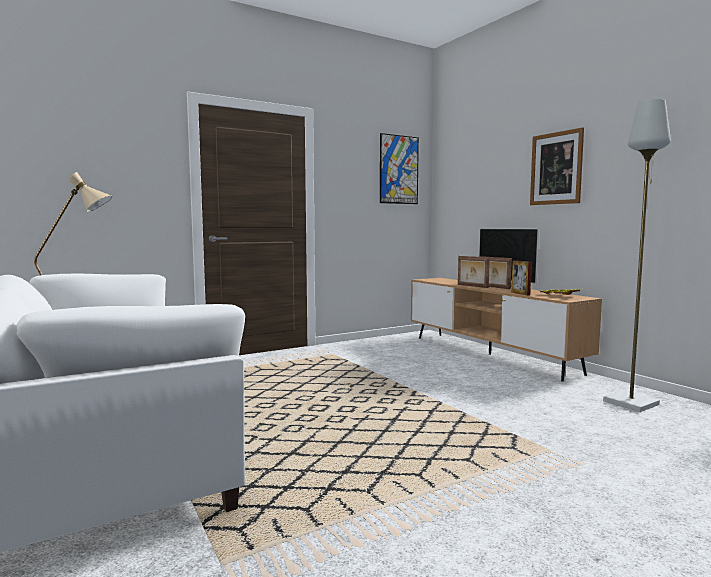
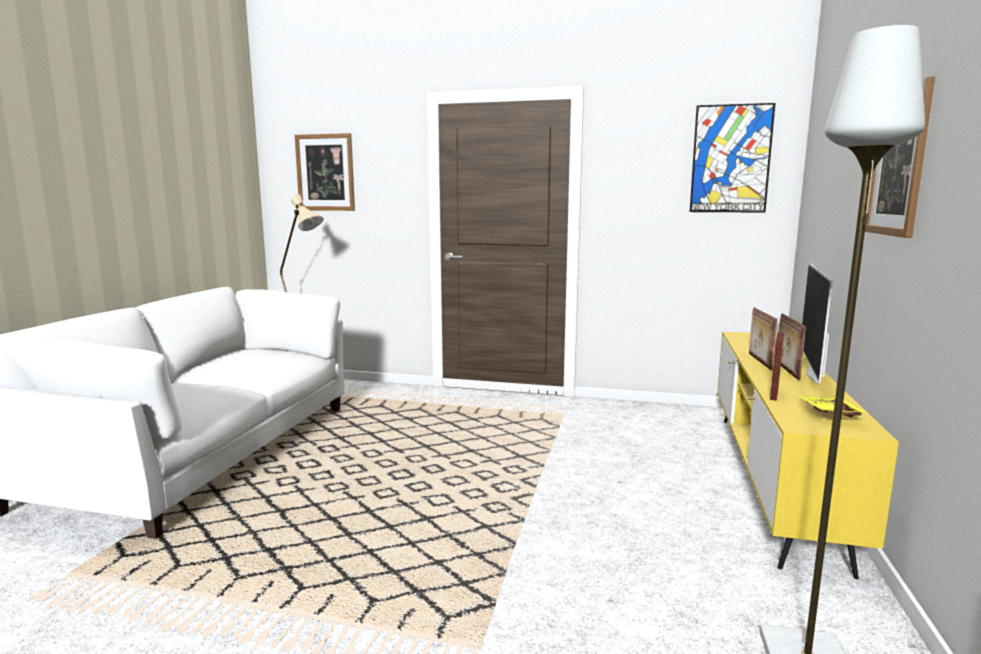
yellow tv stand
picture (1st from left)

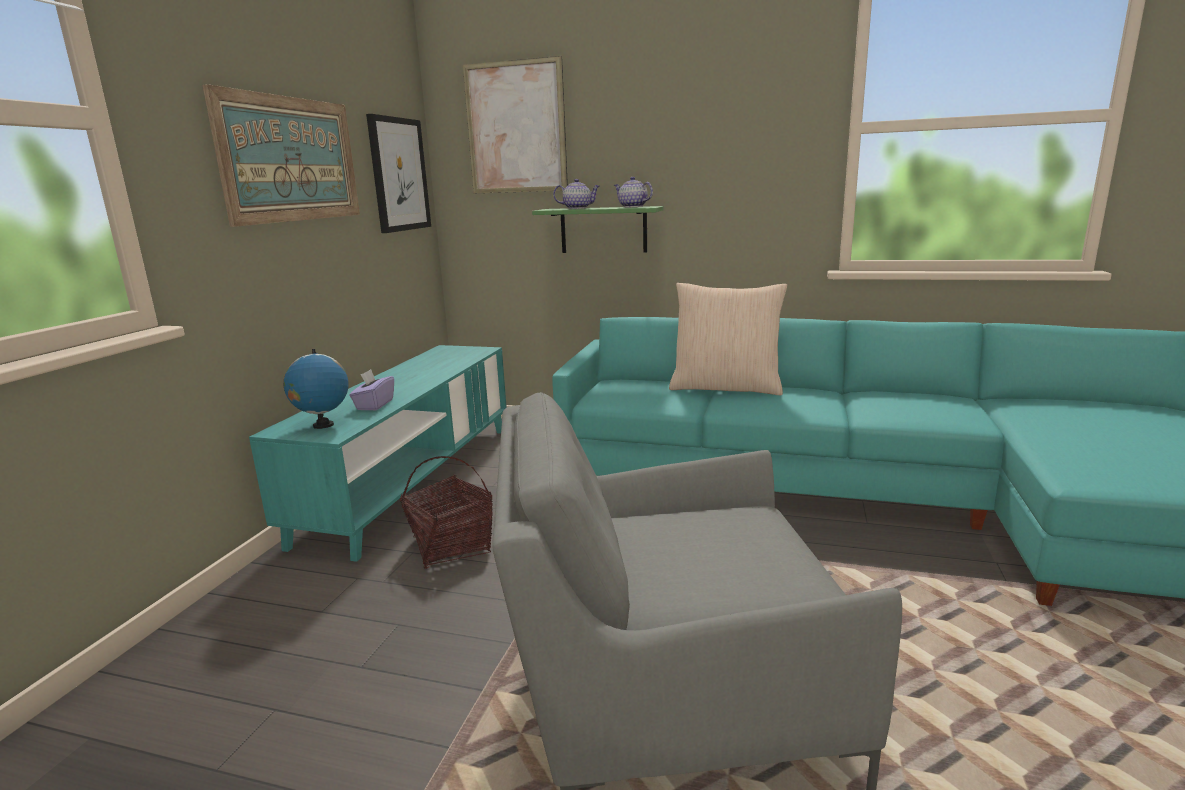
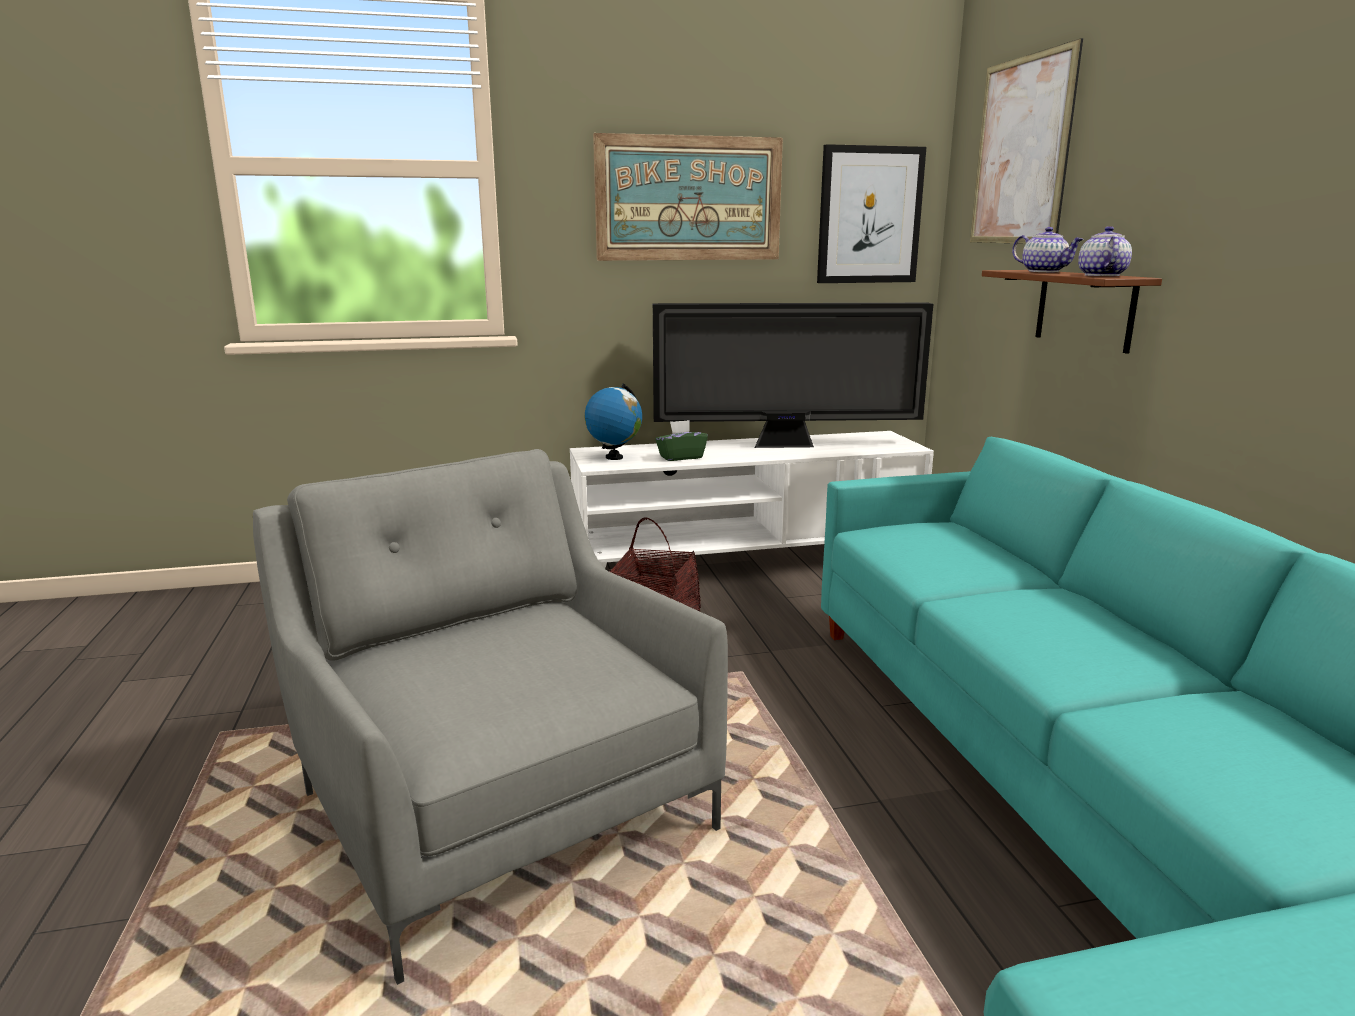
brown shelf
beige pillow
white tv stand
green tissue box
television

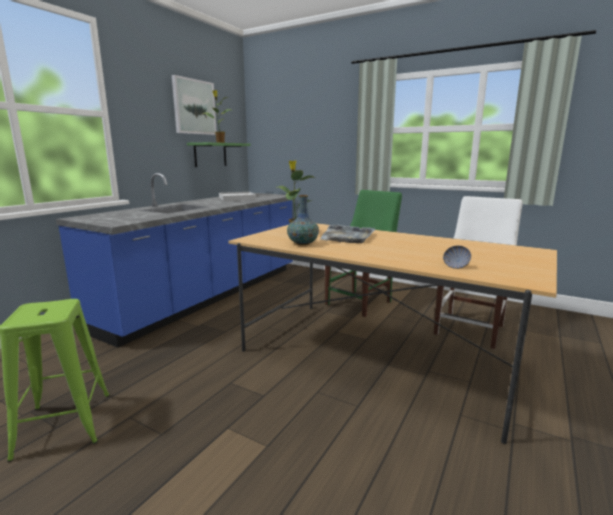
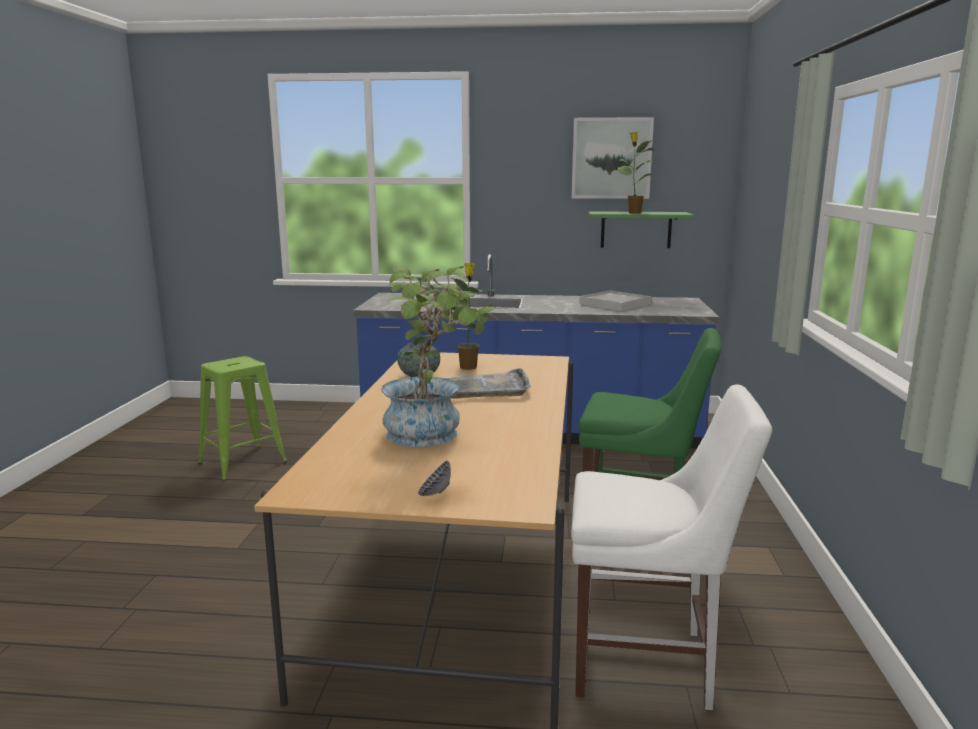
bowl
potted plant (1st from left)

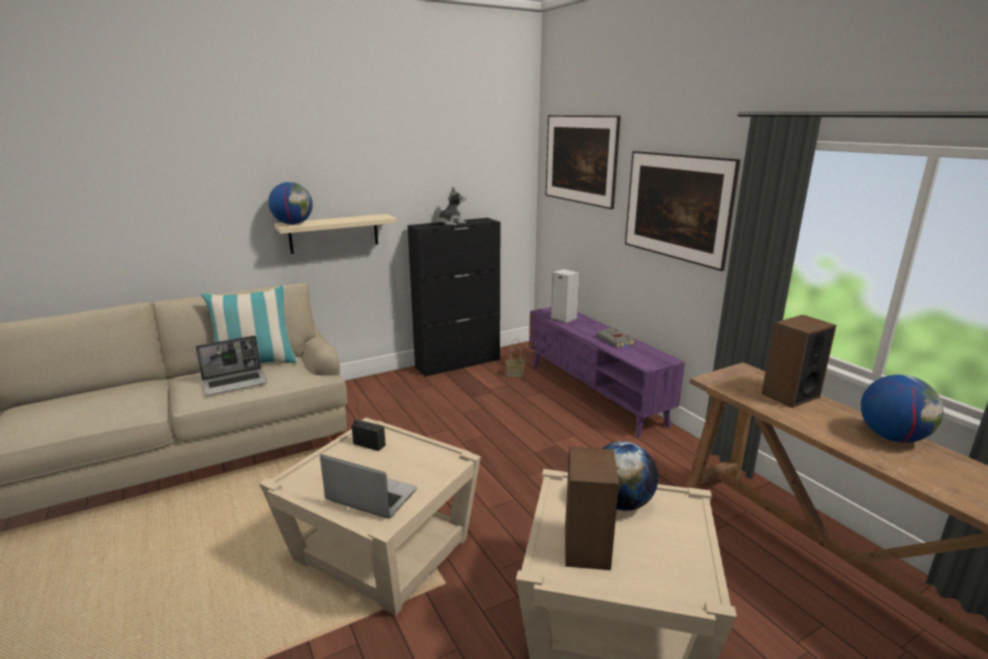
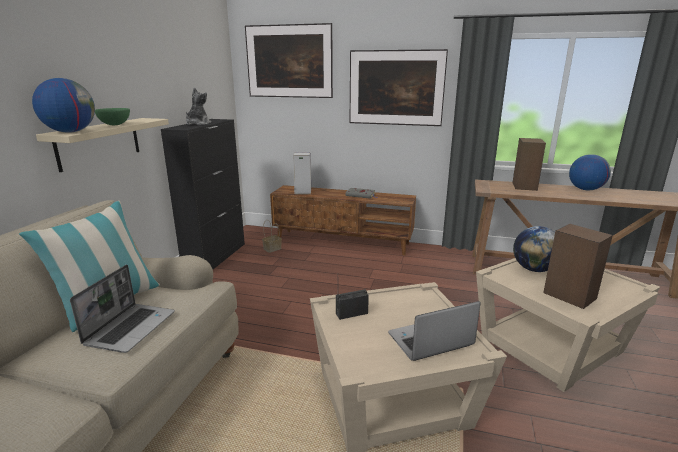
brown tv stand
green bowl

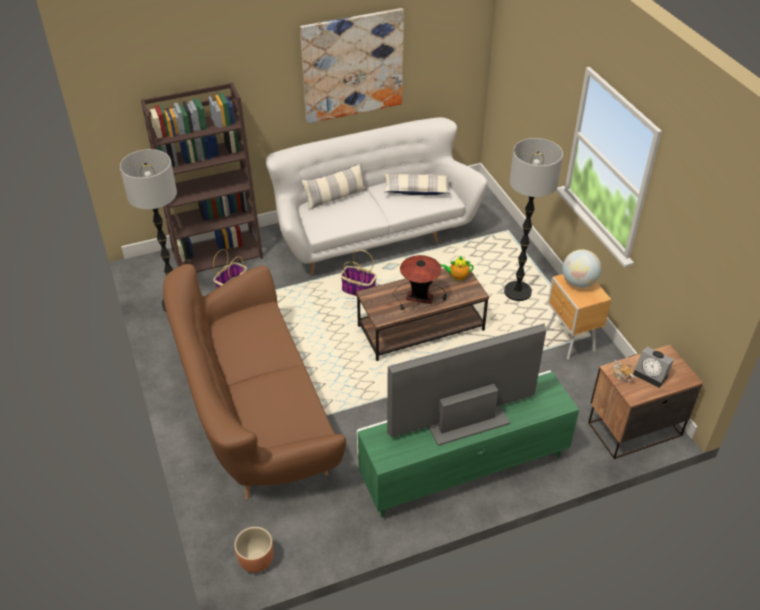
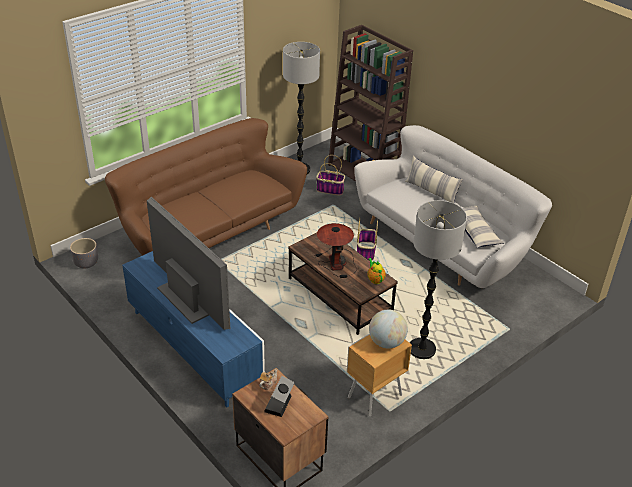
picture
blue tv stand
grey planter

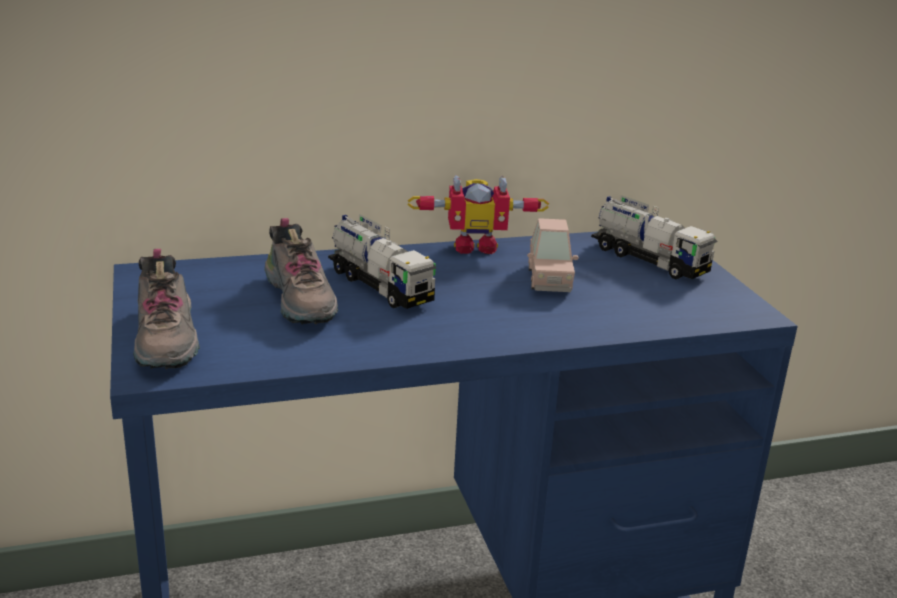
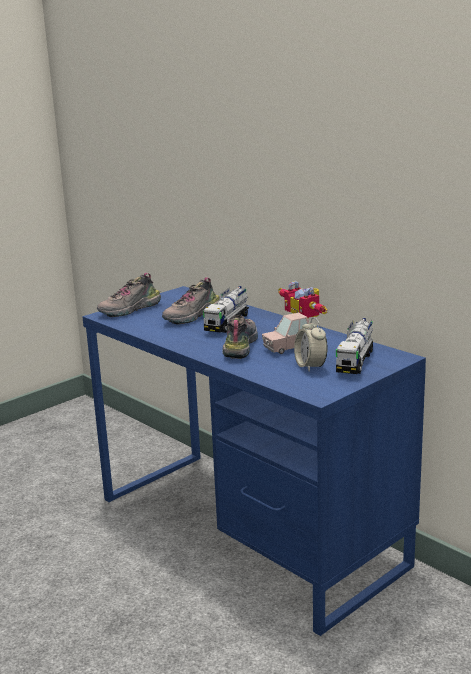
shoe (3rd from left)
alarm clock

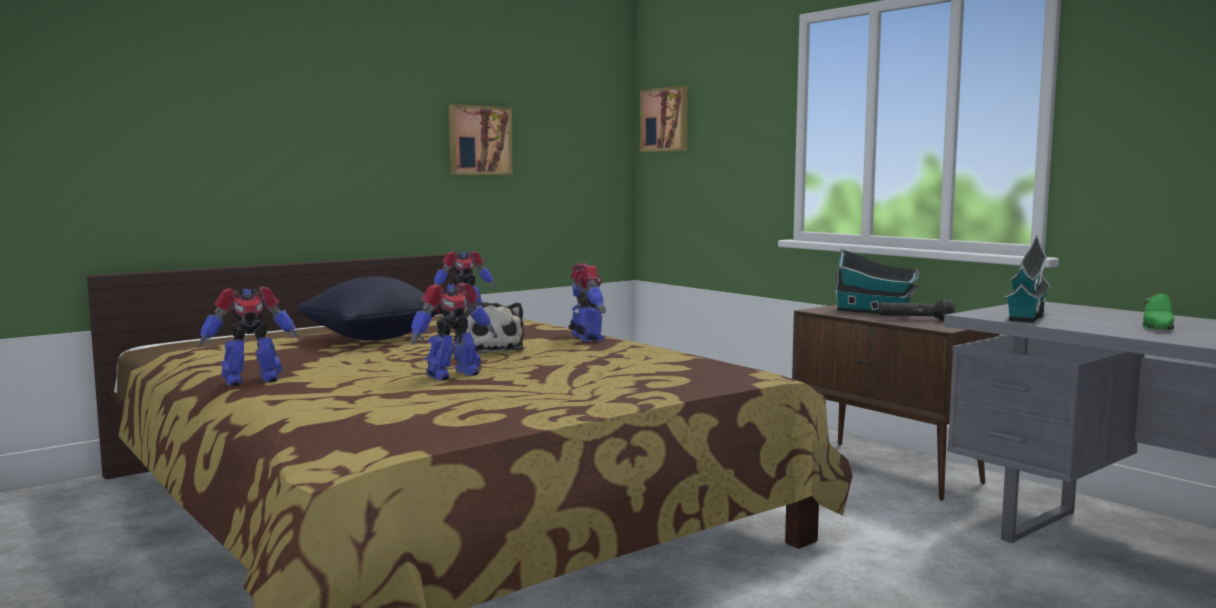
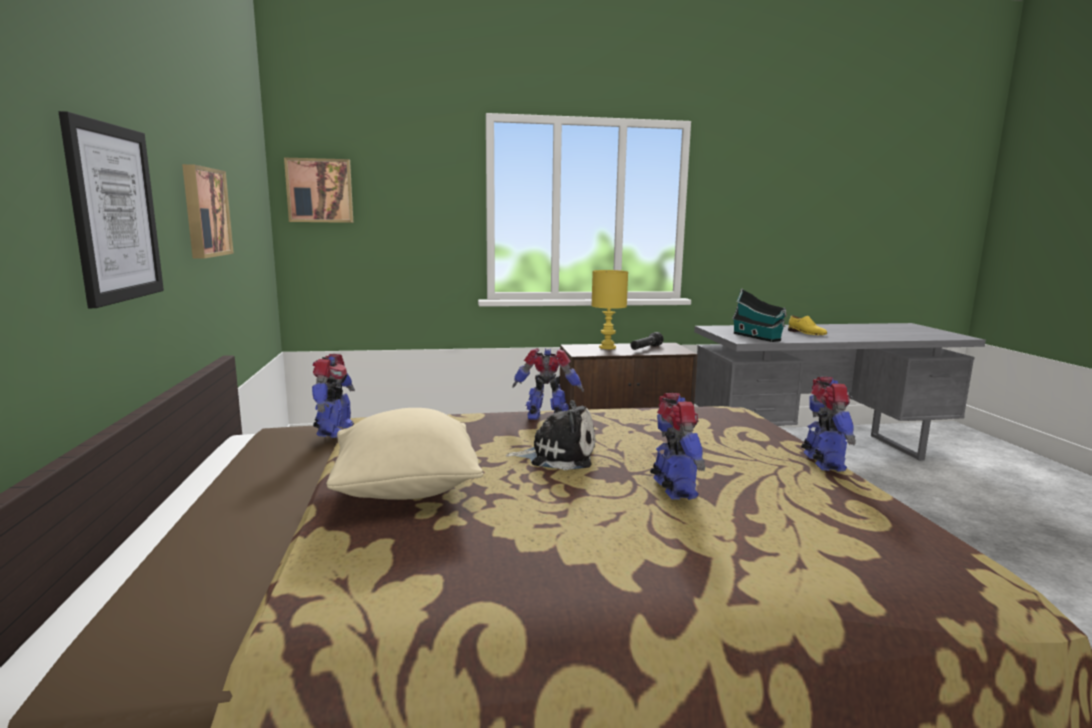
yellow table lamp
beige pillow
toy robot (4th from left)
yellow shoe
picture (1st from left)

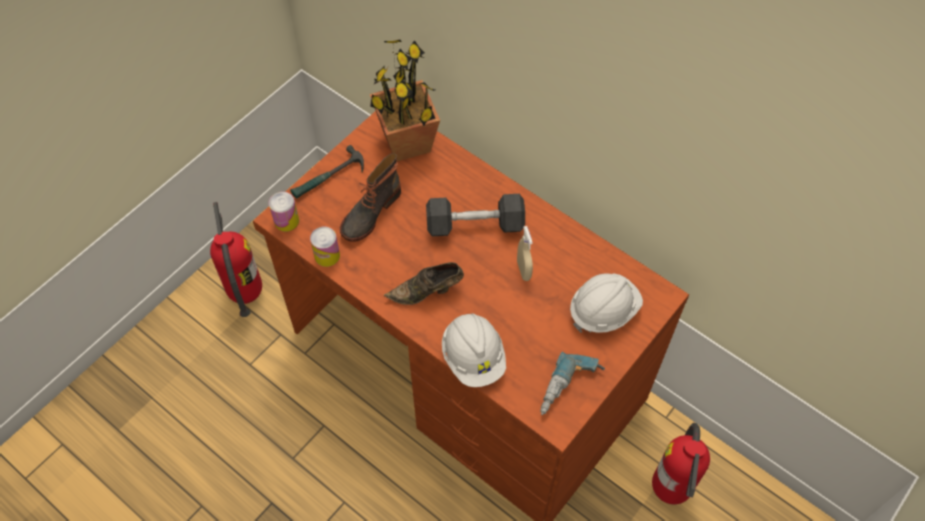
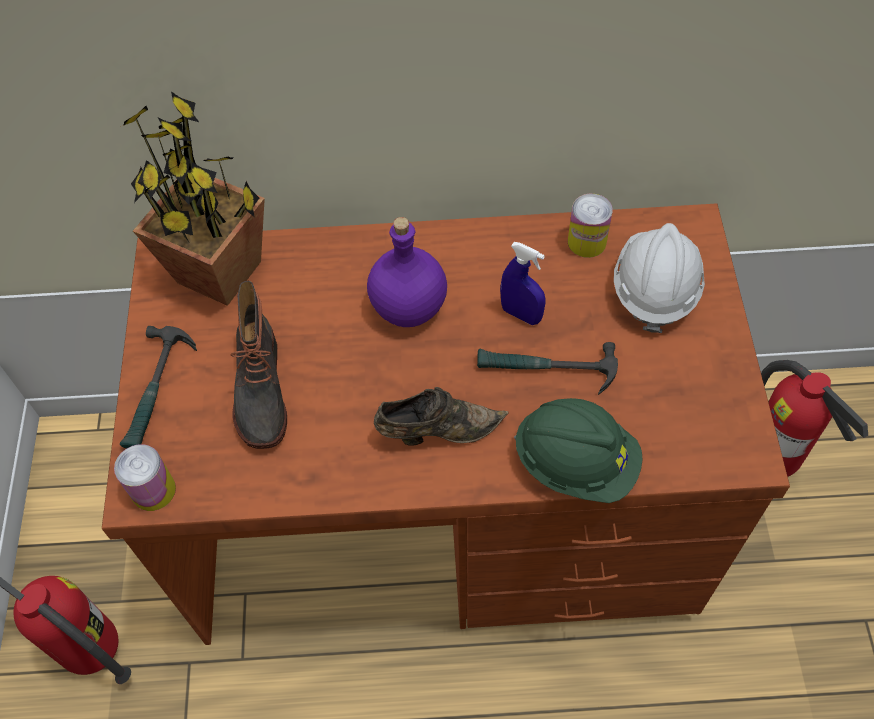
purple bottle
can (2nd from left)
blue spray bottle
brown shoe
green hard hat
power drill
hammer (2nd from left)

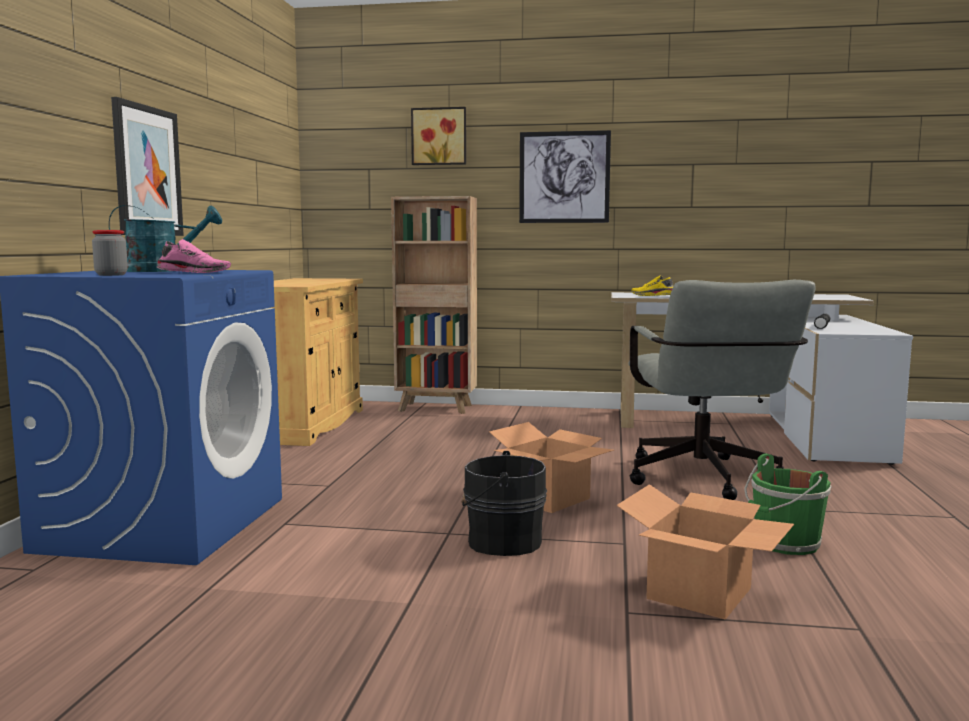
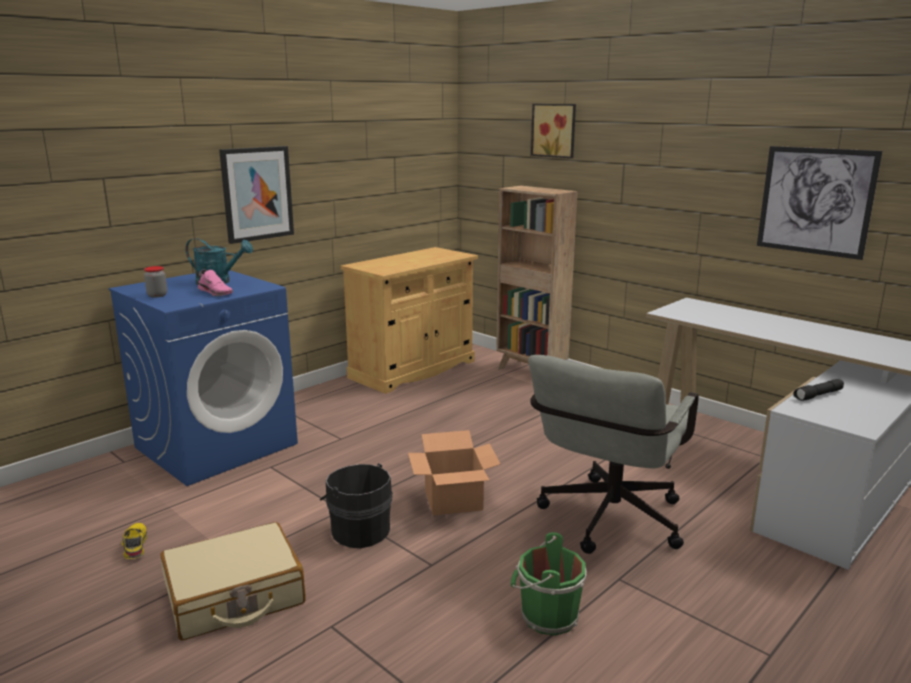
picture (3rd from left)
yellow shoe
cardboard box (2nd from left in the first image)
beige suitcase

